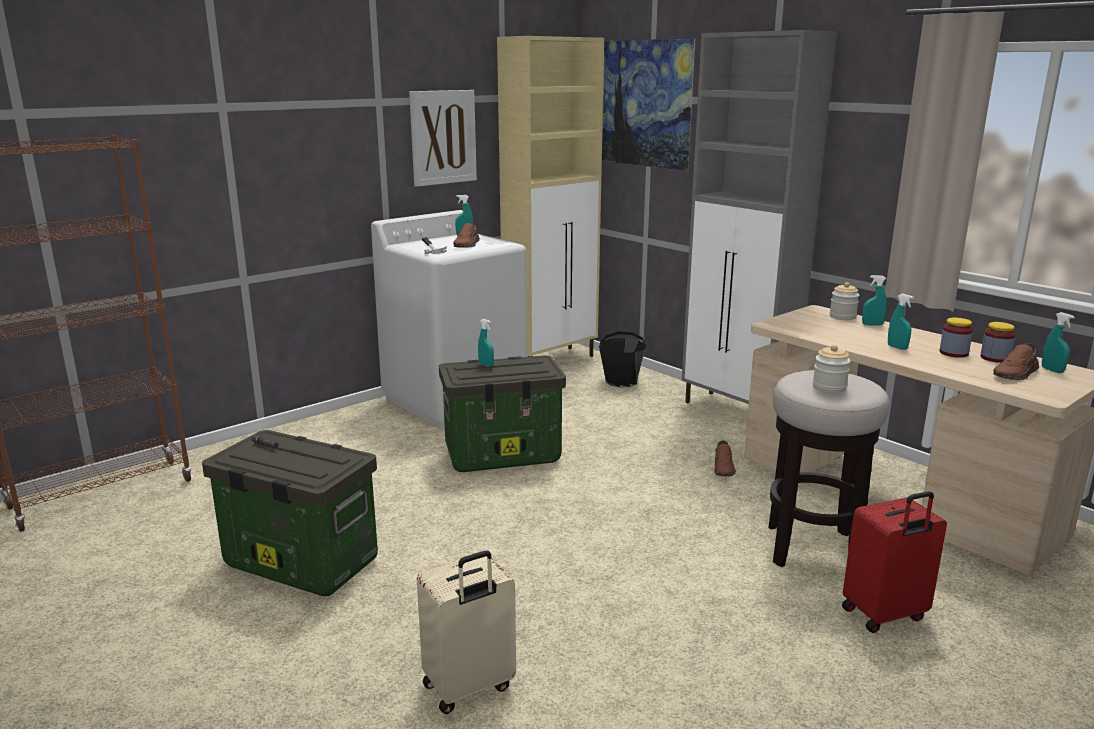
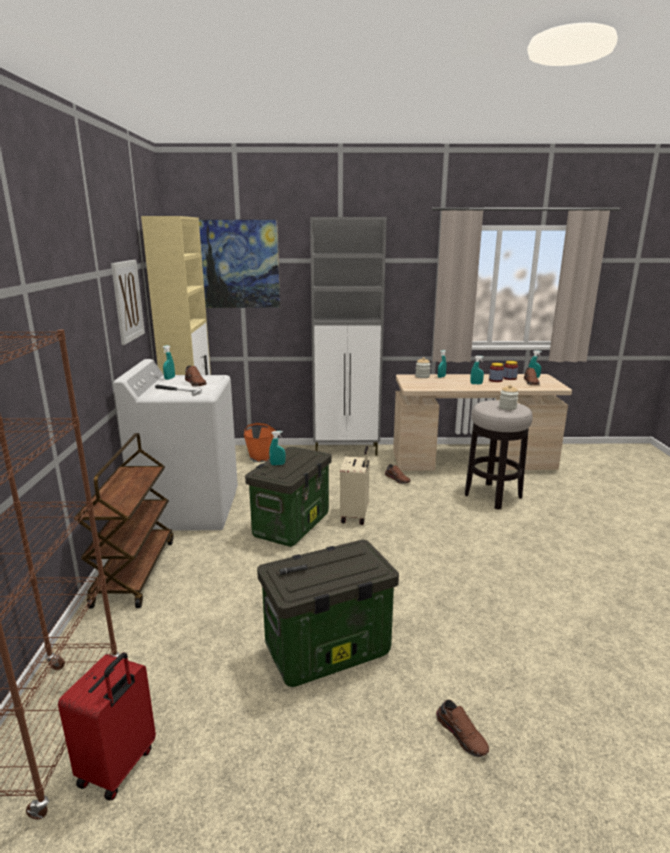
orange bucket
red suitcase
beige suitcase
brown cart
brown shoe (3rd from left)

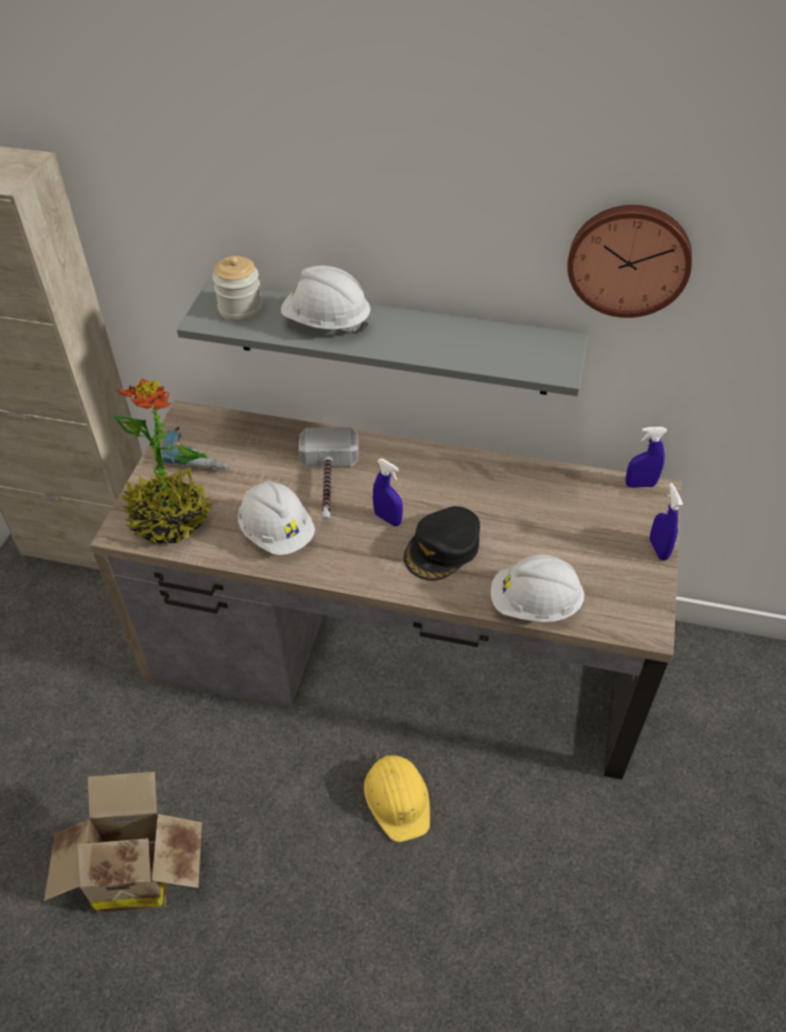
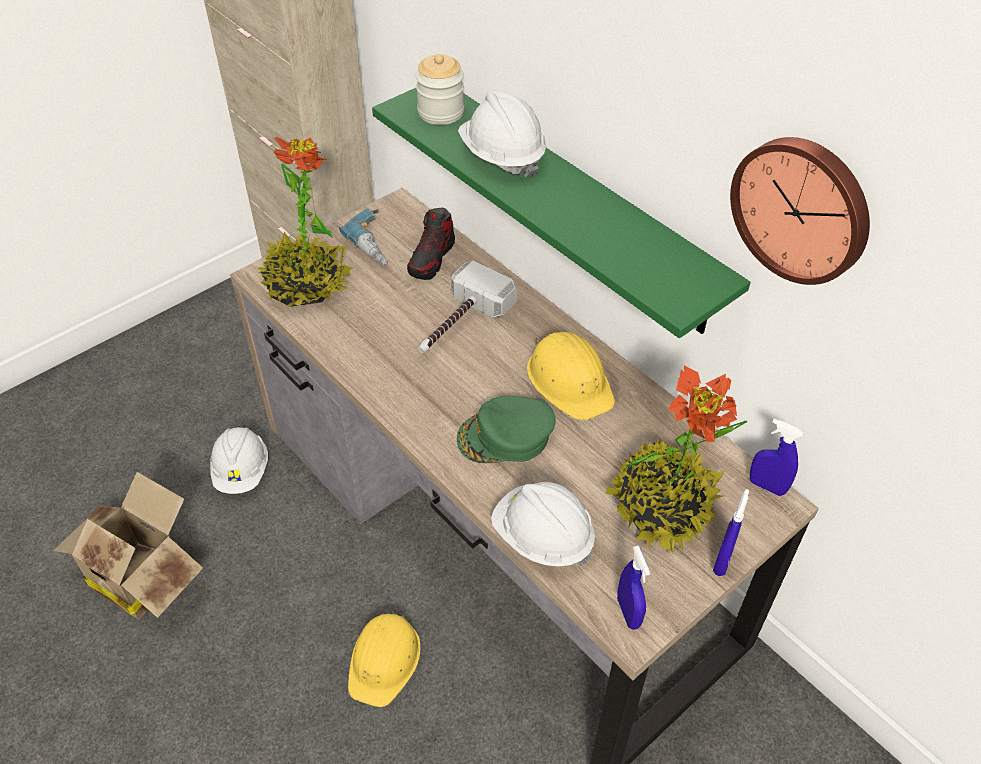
green shelf
blue spray bottle (1st from left)
white hard hat (1st from left)
green cap
shoe
yellow hard hat (2nd from left)
potted plant (2nd from left)

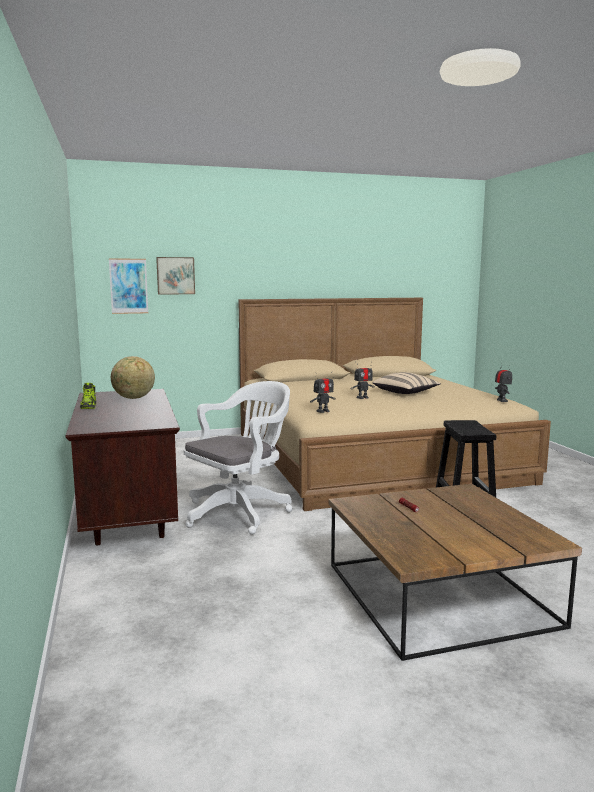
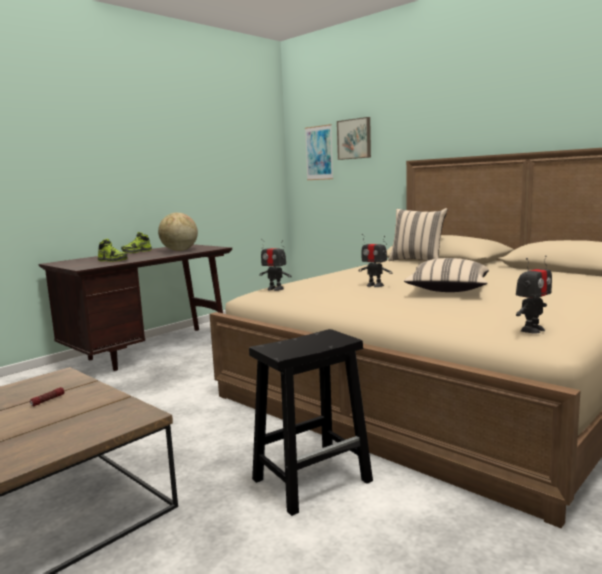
white office chair
beige pillow (1st from left)
shoe (1st from left)

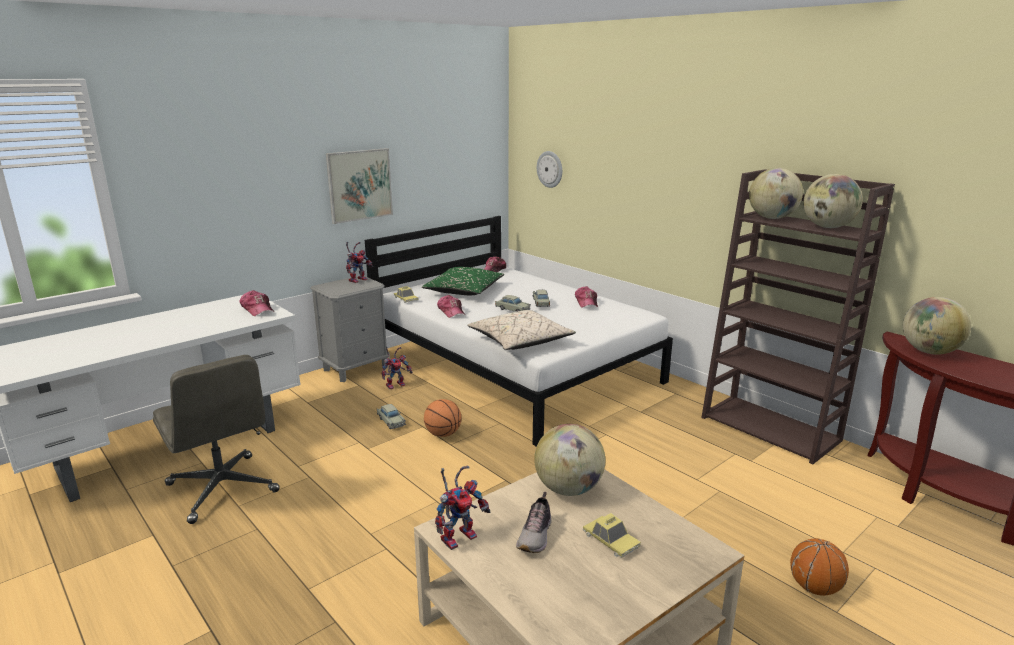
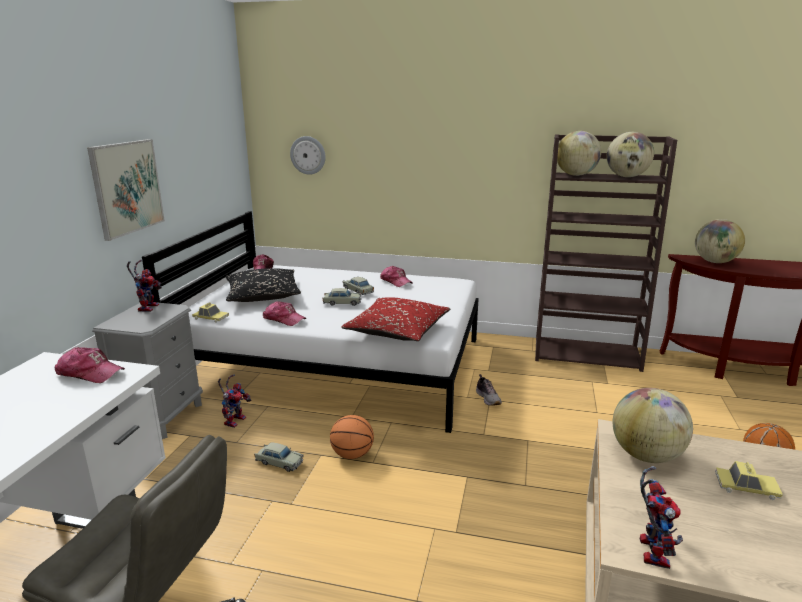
black pillow
red pillow
shoe

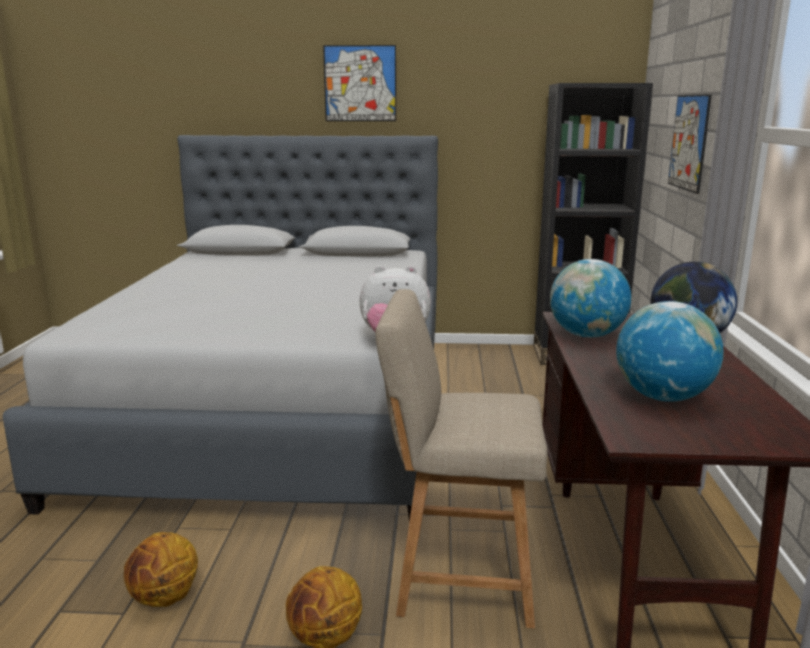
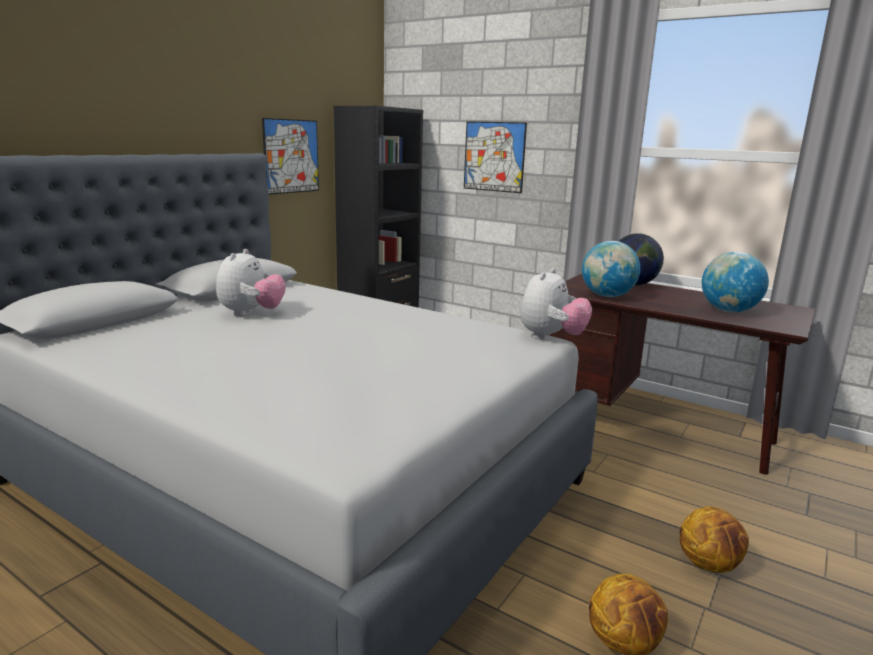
picture (1st from left)
beige chair
plush toy (1st from left)

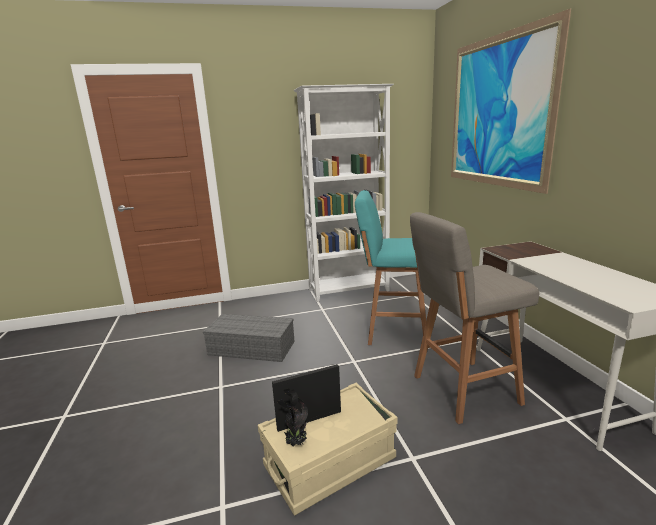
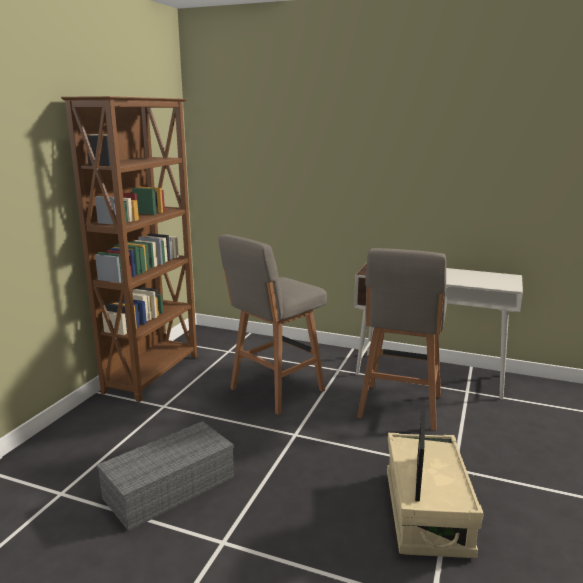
picture
brown bookcase
grey stool (1st from left)
potted plant

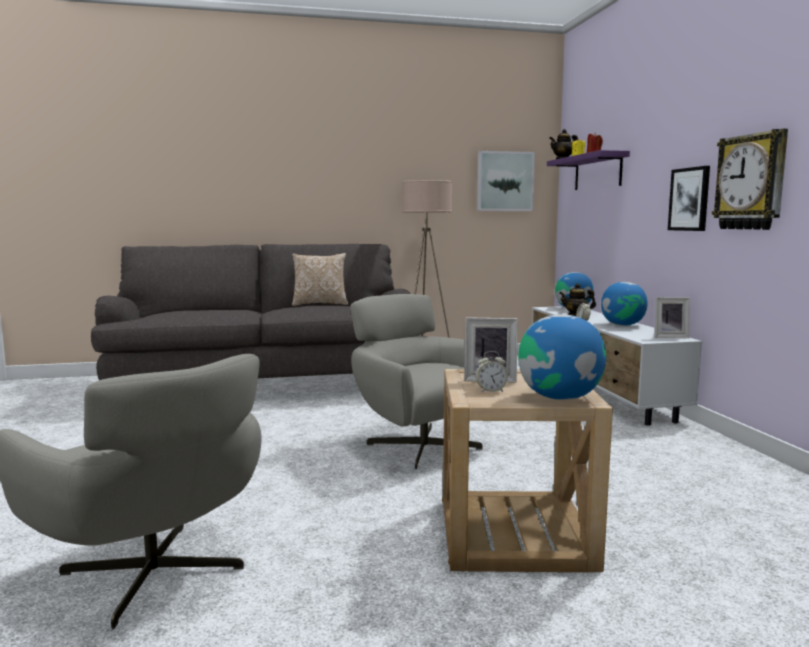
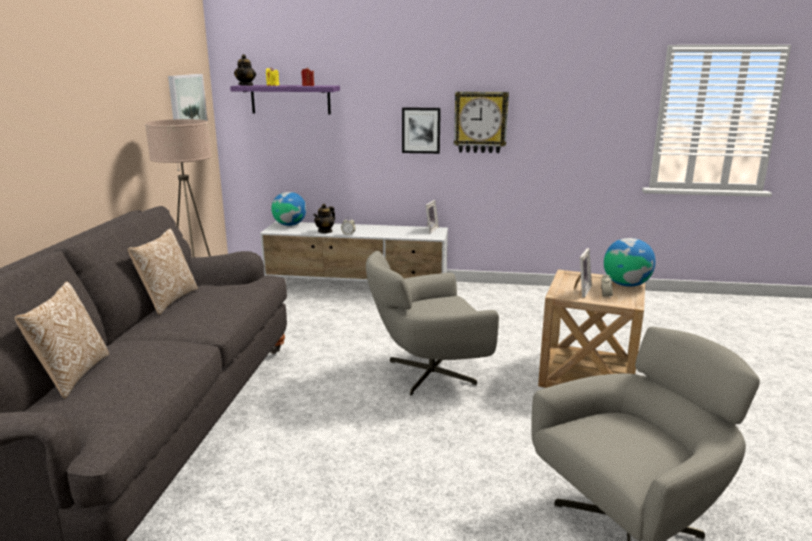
globe (3rd from left in the first image)
pillow (1st from left)

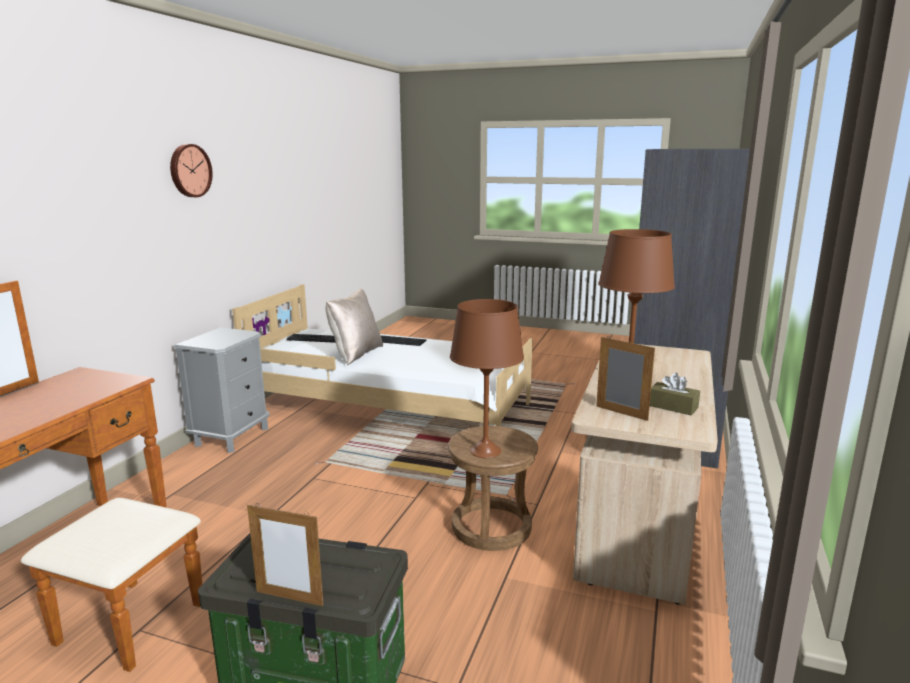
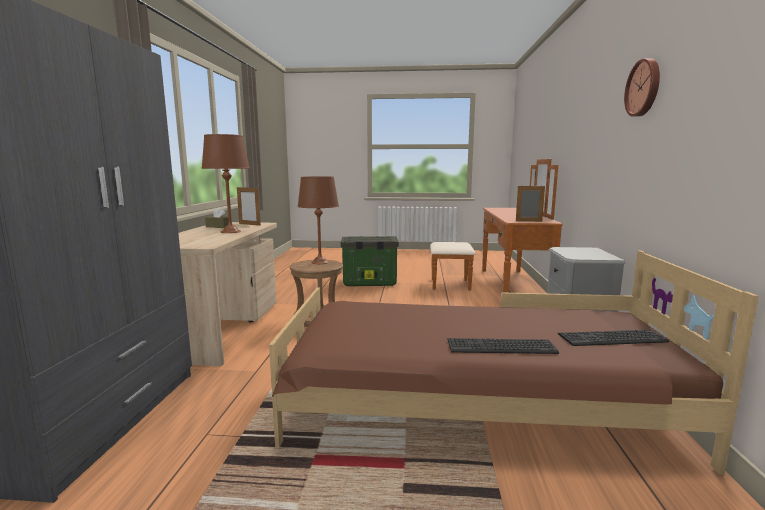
brown bed
beige pillow
picture frame (2nd from left)

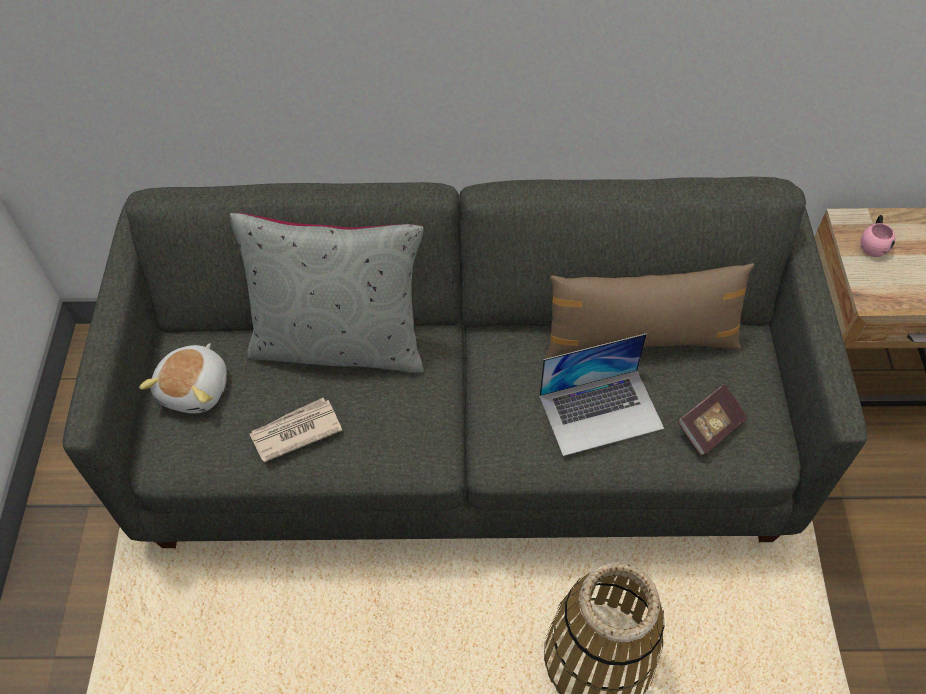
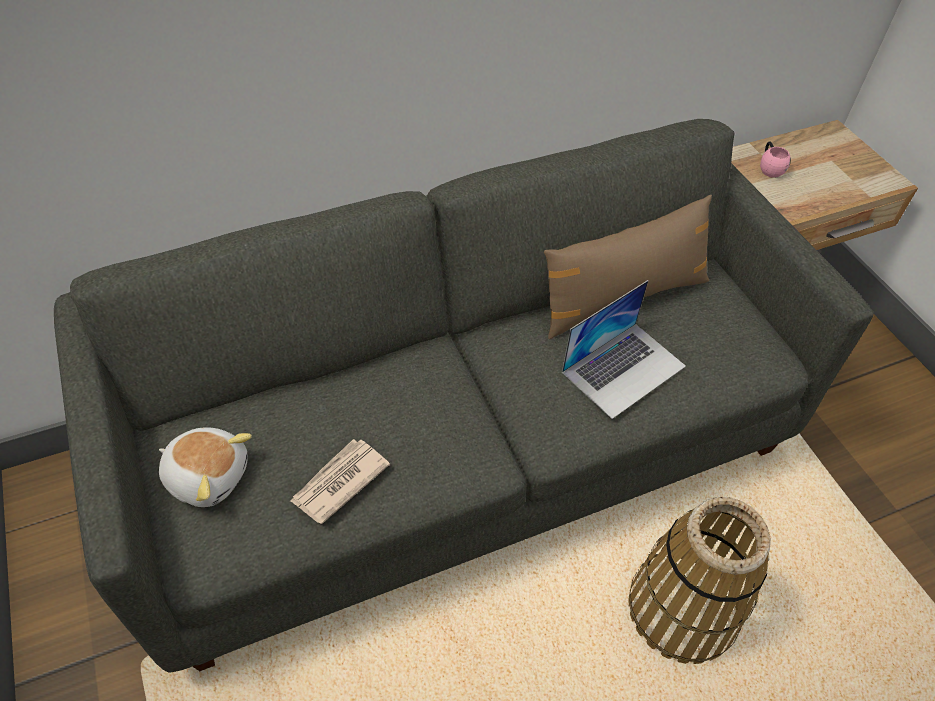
grey pillow
plush toy
book

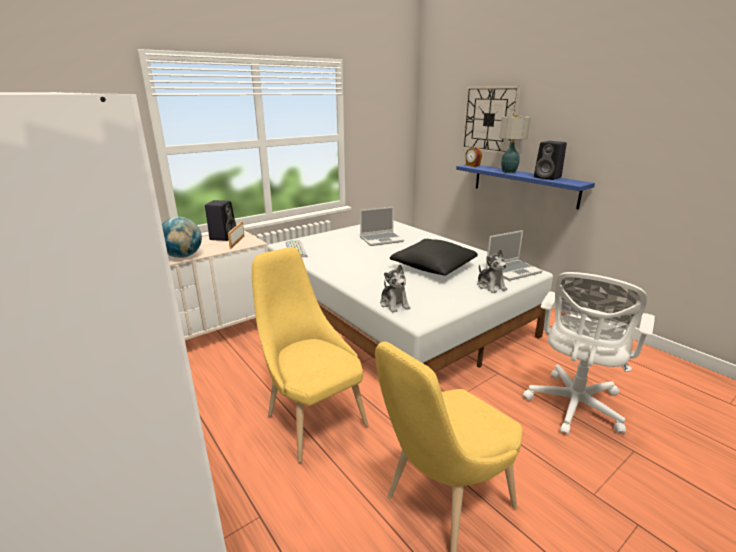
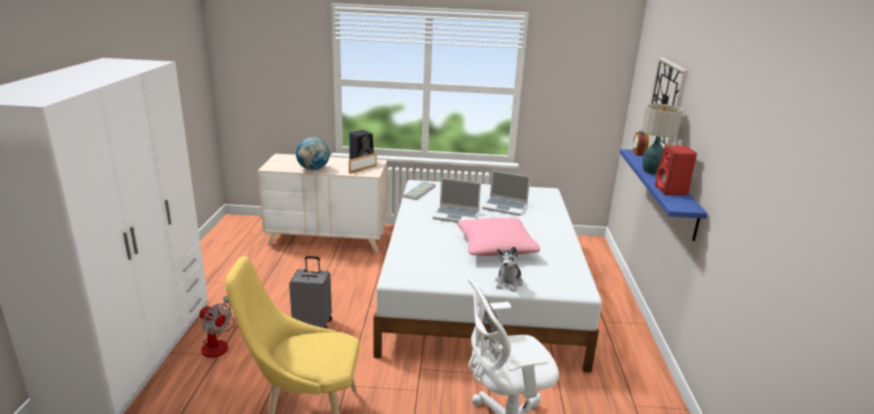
red speaker
laptop (1st from left)
pink pillow
grey suitcase
plush toy (1st from left in the first image)
fan

